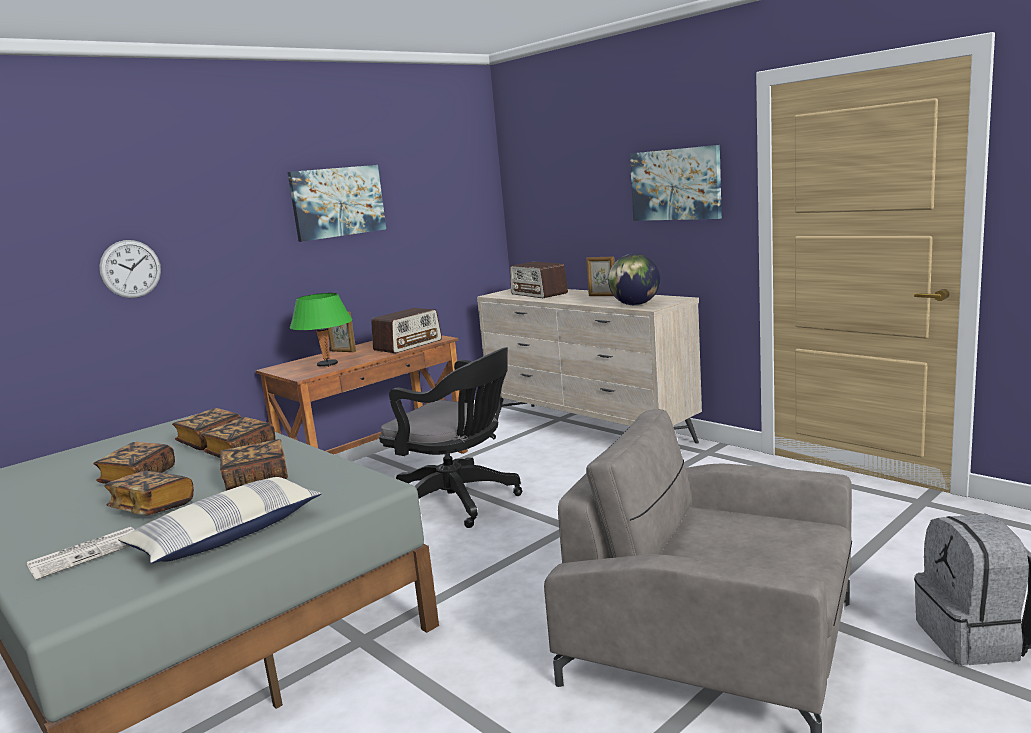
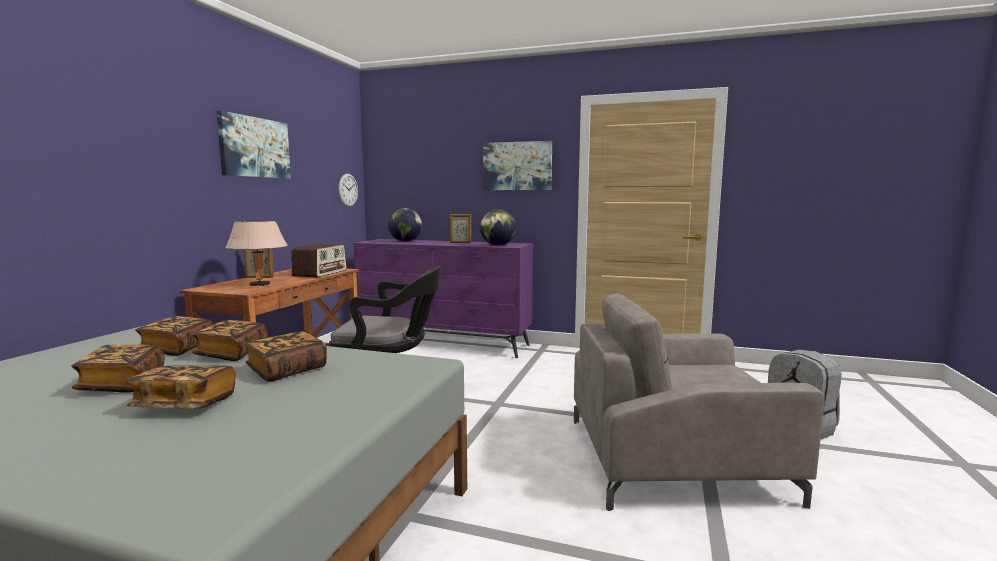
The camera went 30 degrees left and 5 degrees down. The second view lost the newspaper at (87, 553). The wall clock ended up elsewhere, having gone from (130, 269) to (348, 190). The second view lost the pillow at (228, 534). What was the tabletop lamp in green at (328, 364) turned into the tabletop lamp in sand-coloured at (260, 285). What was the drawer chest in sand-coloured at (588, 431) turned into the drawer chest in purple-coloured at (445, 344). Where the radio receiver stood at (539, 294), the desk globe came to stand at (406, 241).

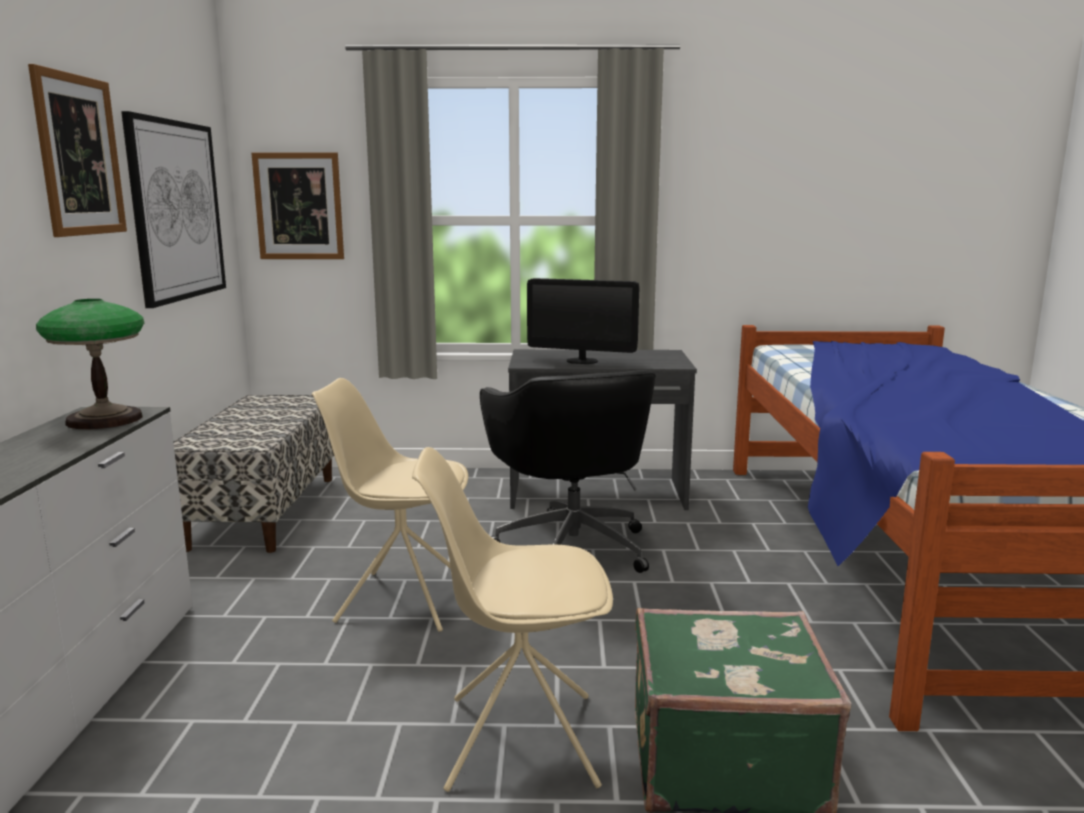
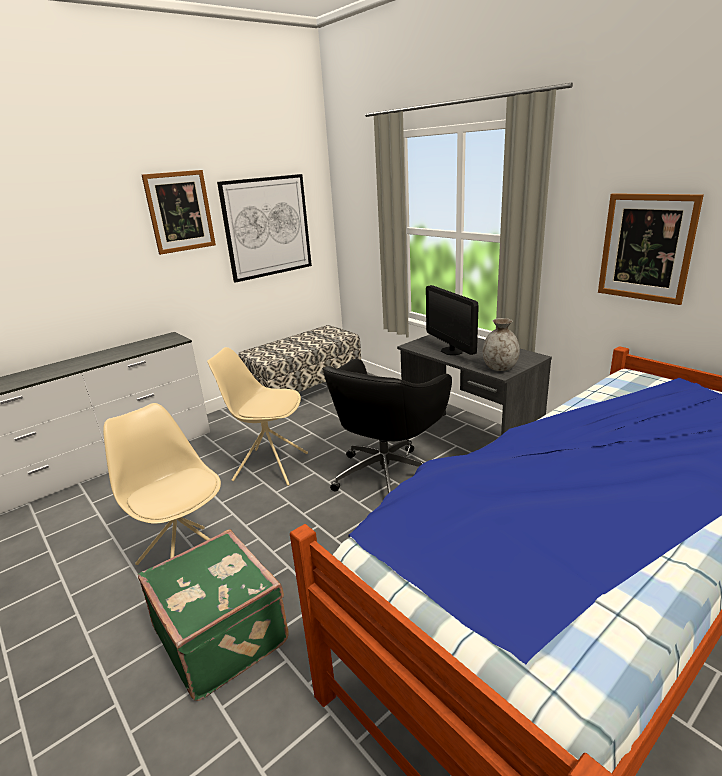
The camera went 50 degrees right and 10 degrees up. The second view lost the tabletop lamp at (105, 419). The picture ended up elsewhere, having gone from (299, 206) to (646, 248). The chair in sand-coloured at (401, 600) ended up facing another way, 45 degrees counterclockwise from before. The second view gained the flower vase in grey at (499, 368).

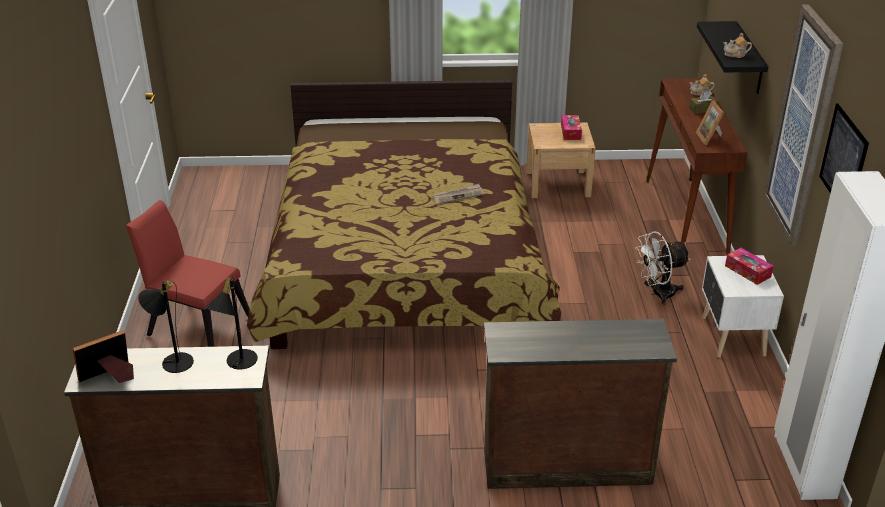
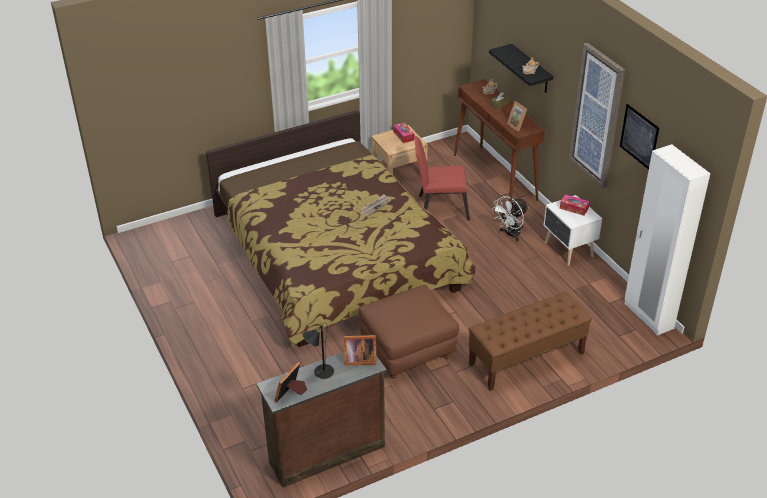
The camera went 25 degrees left and 5 degrees up. The chair in red-coloured ended up elsewhere, having gone from (195, 324) to (439, 207). Where the tabletop lamp in blackish stood at (237, 362), the photo frame came to stand at (358, 359). Where the drawer chest in brown stood at (565, 465), the indoor bench in brown came to stand at (526, 359). The second view gained the ottoman in brown at (408, 350).

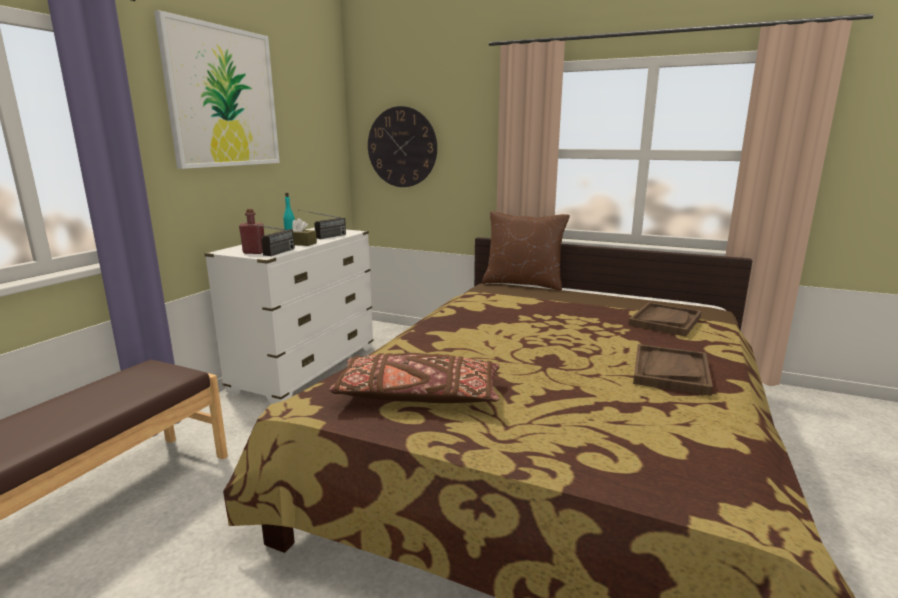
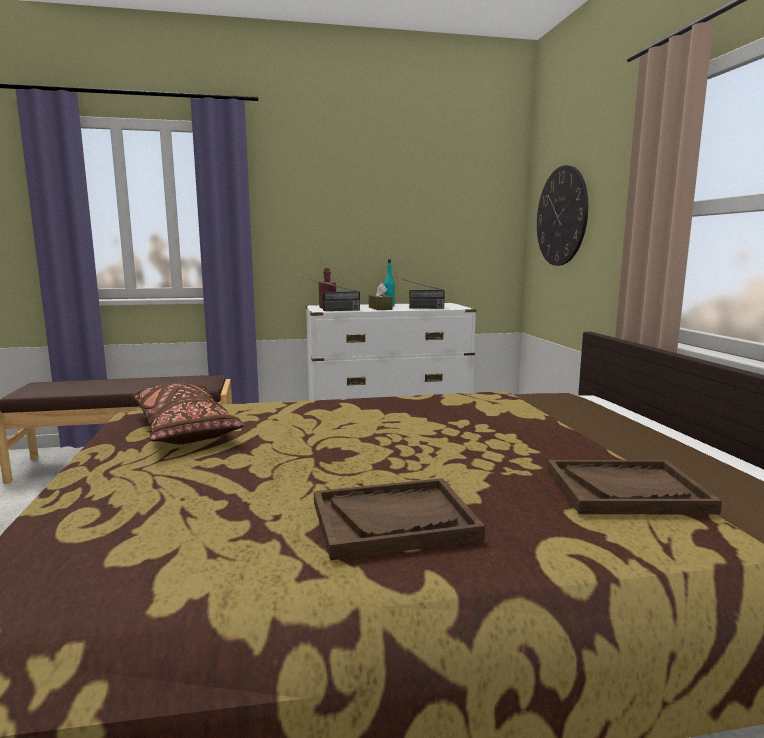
The camera went 55 degrees right and 5 degrees down. The second view lost the picture at (223, 97). The second view lost the pillow in brown at (523, 283).

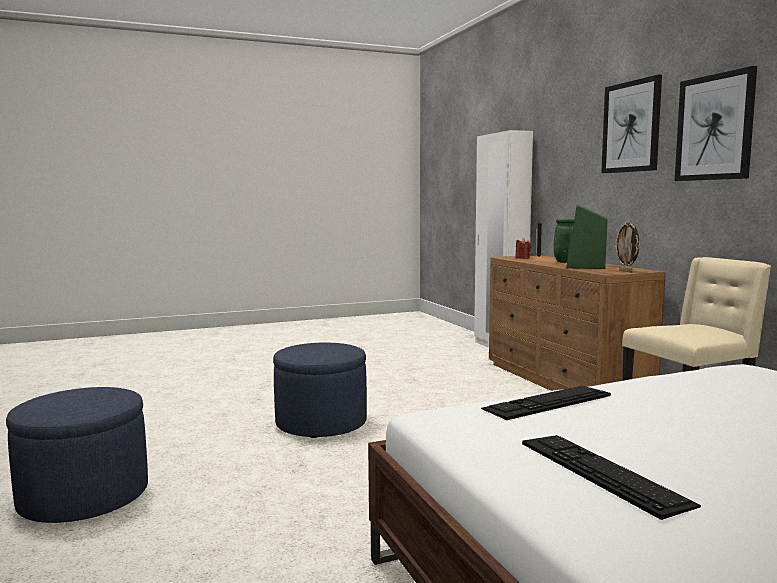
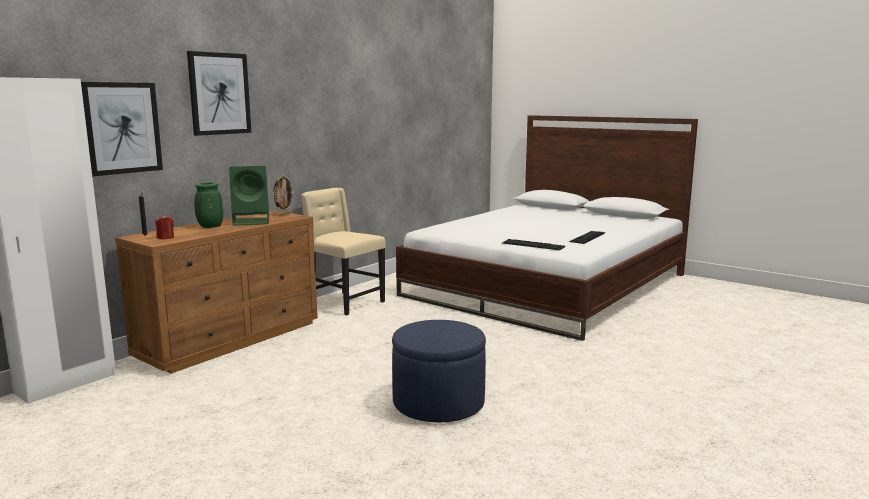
The camera went 120 degrees left and 5 degrees up. The second view lost the ottoman in blue at (84, 496). The picture ended up elsewhere, having gone from (714, 127) to (122, 128).

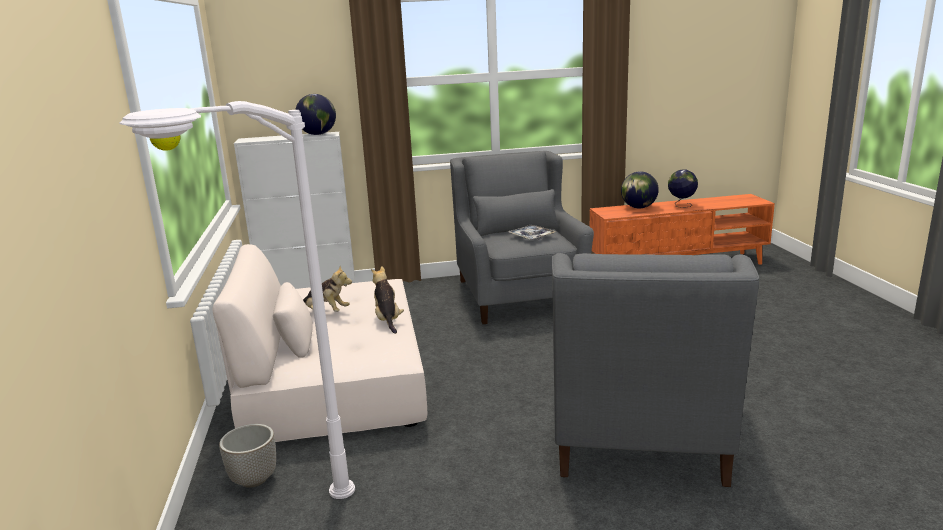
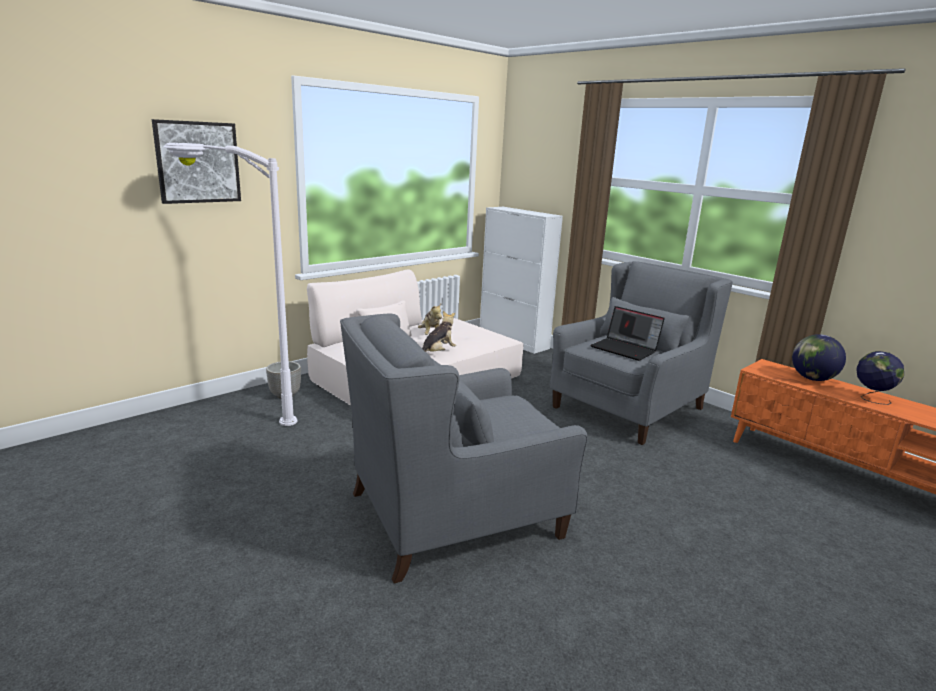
The camera went 55 degrees right and 0 degrees up. The second view lost the desk globe at (318, 134). Where the tray stood at (531, 236), the portable computer came to stand at (625, 349). The second view gained the picture at (198, 162).

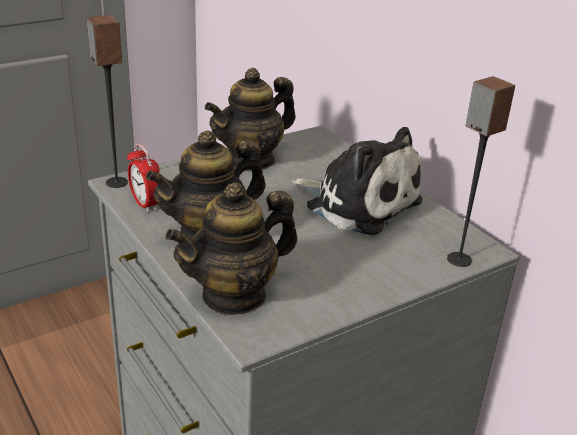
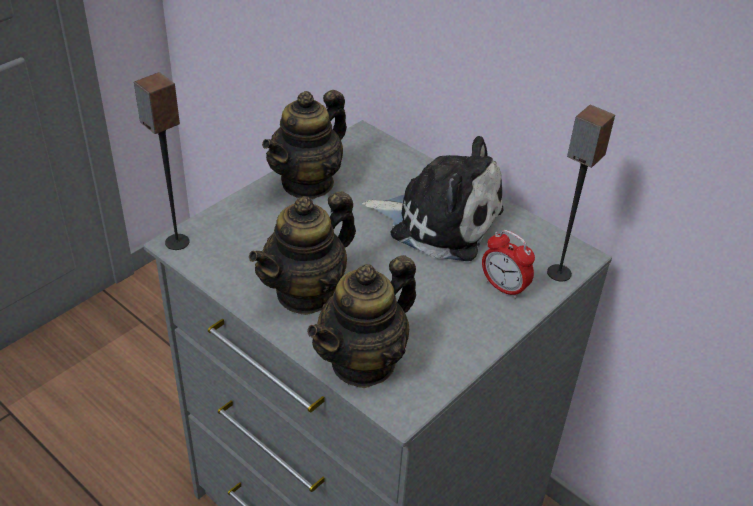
The camera went 15 degrees left and 10 degrees up. The bedside clock ended up elsewhere, having gone from (145, 204) to (504, 288).

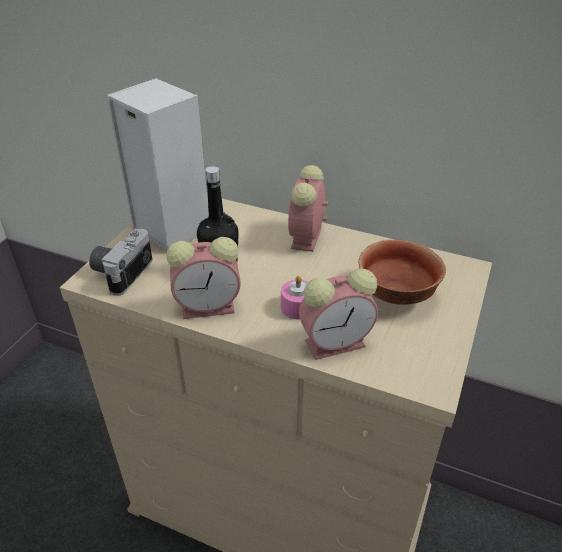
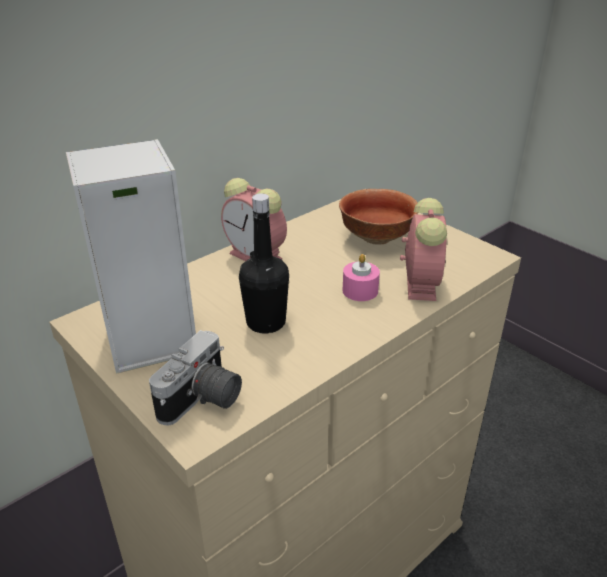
The camera went 65 degrees left and 5 degrees down. The still camera at (121, 272) ended up facing another way, 105 degrees counterclockwise from before. The second view lost the bedside clock at (210, 306).

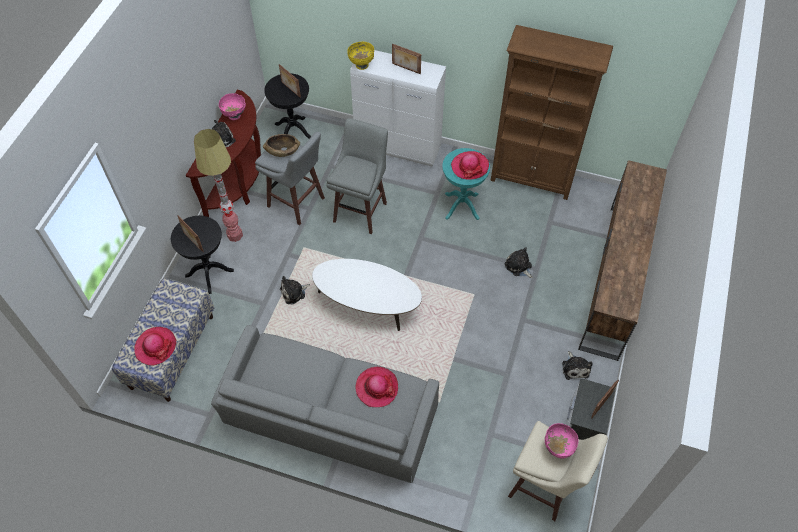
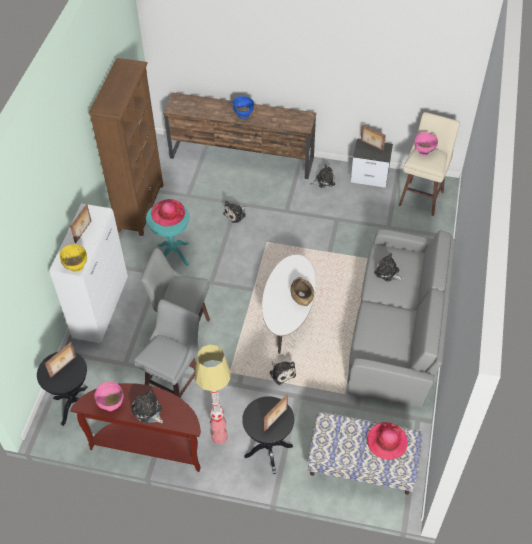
The camera went 95 degrees left and 5 degrees down. The bowl in brown ended up elsewhere, having gone from (282, 150) to (301, 296). Where the hat stood at (376, 388), the soft toy came to stand at (387, 272). The second view gained the bowl in blue at (243, 116).

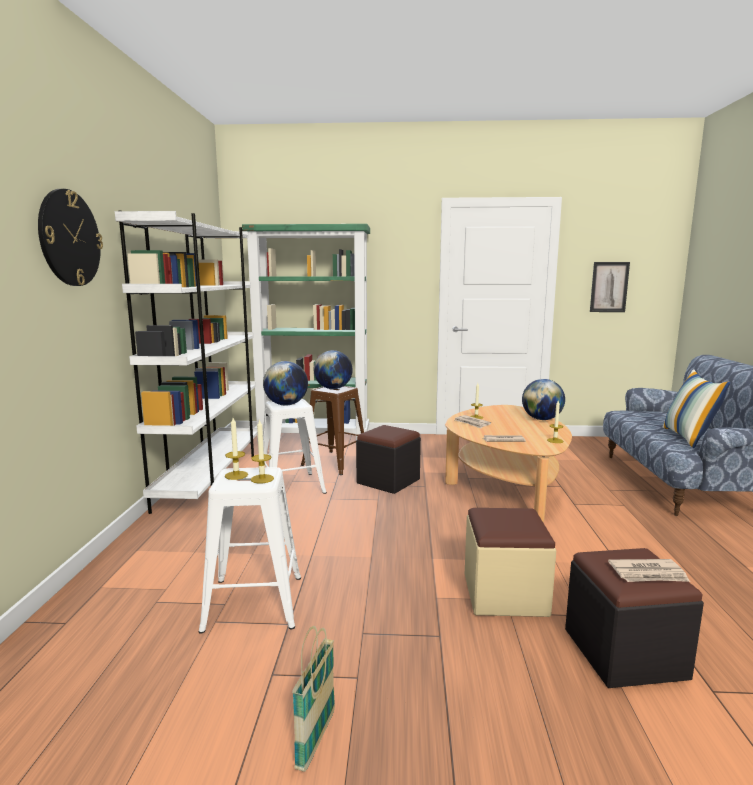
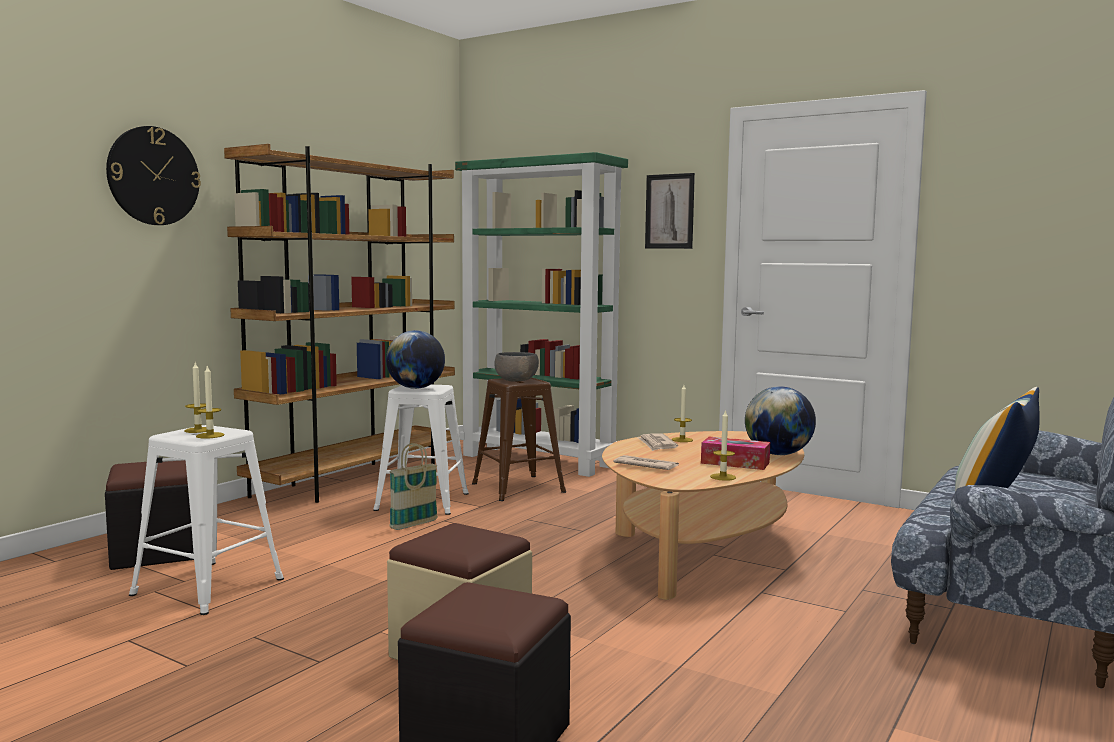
The camera went 30 degrees right and 5 degrees down. What was the shelving unit in white-coloured at (211, 478) turned into the shelving unit in brown at (357, 478). The household basket ended up elsewhere, having gone from (316, 739) to (414, 524). Where the desk globe stood at (333, 388), the bowl in grey came to stand at (516, 380). The ottoman in blackish ended up elsewhere, having gone from (388, 481) to (155, 552). The picture ended up elsewhere, having gone from (609, 287) to (669, 211). The second view lost the newspaper at (648, 574). The second view gained the tissue holder at (735, 463).

